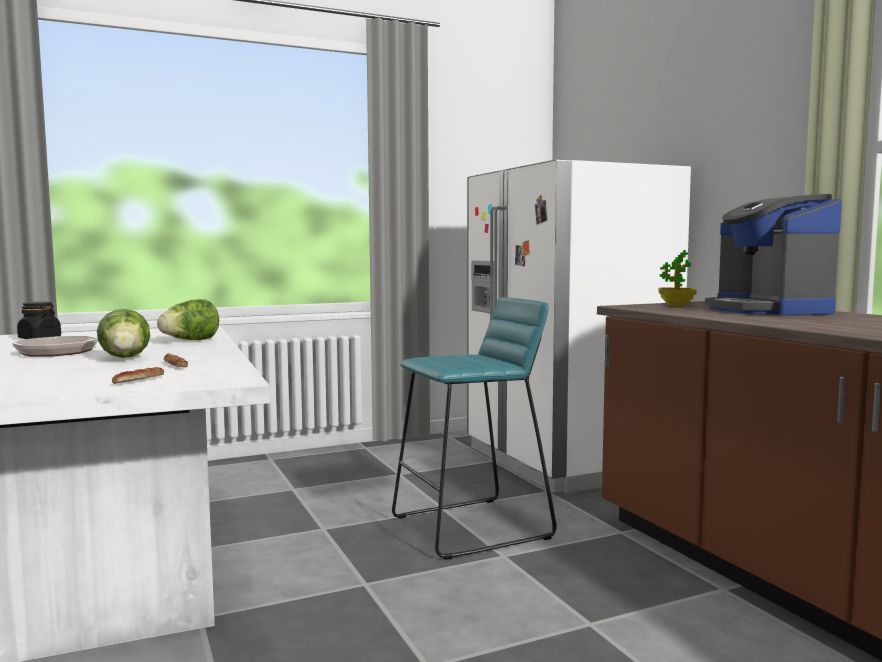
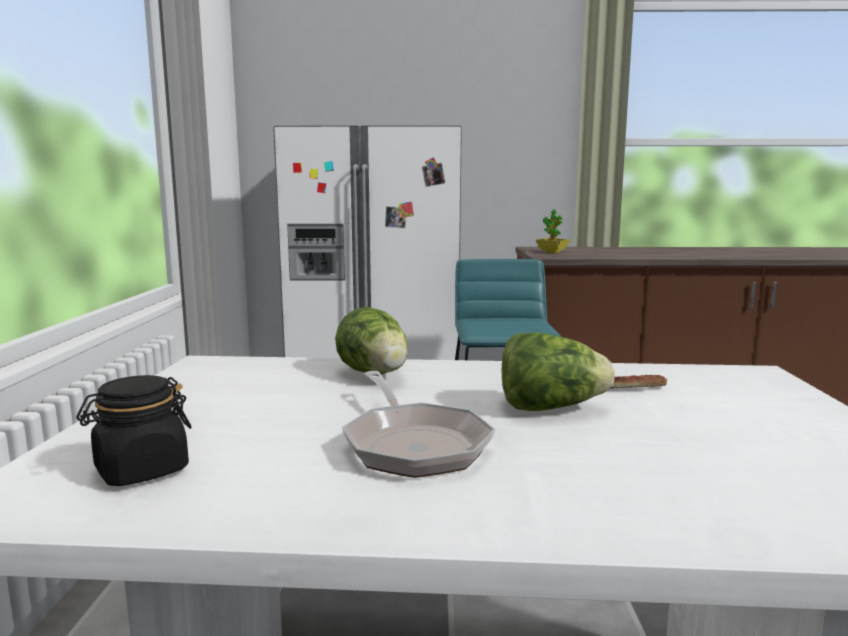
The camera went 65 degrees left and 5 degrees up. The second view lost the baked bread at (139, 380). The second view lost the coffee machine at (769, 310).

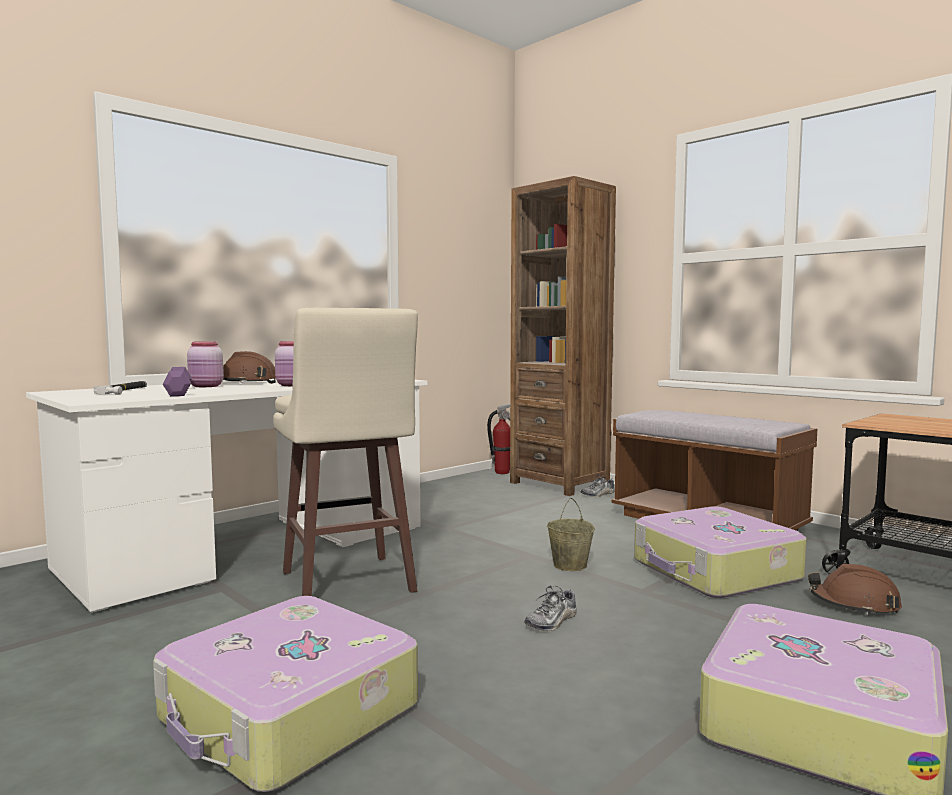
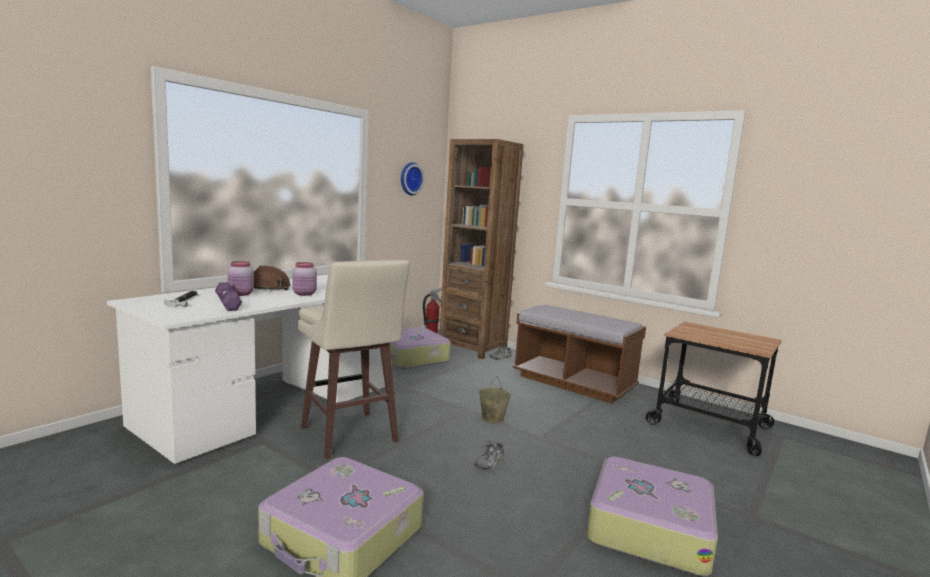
The camera went 10 degrees left and 5 degrees up. The suitcase ended up elsewhere, having gone from (715, 571) to (411, 357). The second view lost the work helmet in brown at (854, 604). The second view gained the wall clock at (410, 178).

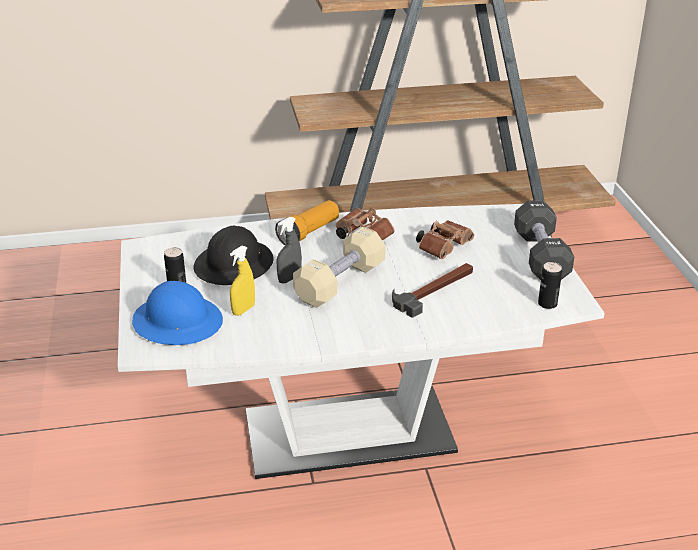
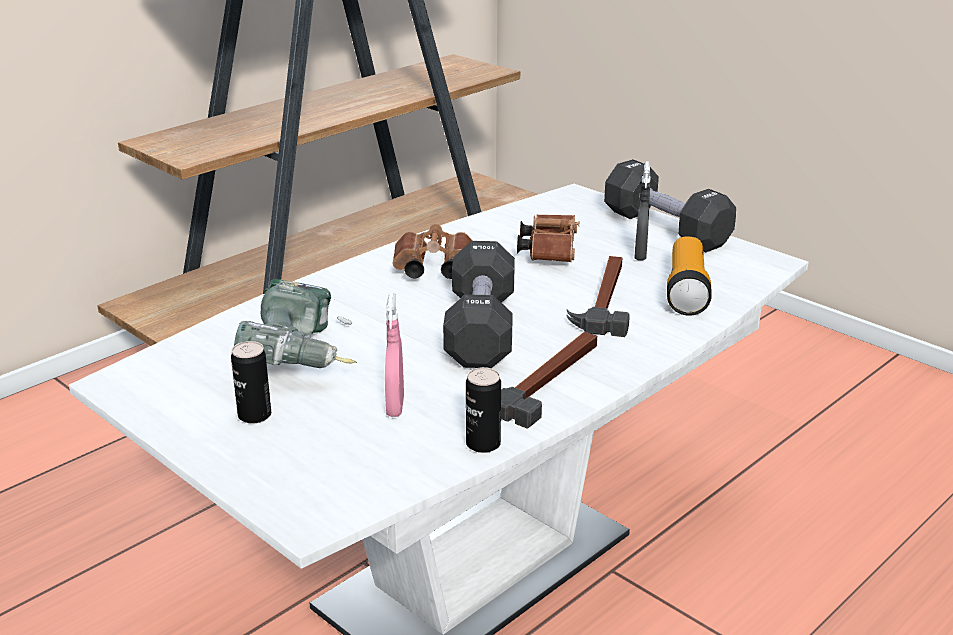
The camera went 35 degrees left and 5 degrees down. The second view lost the work helmet in blue at (178, 322). Where the work helmet in blackish stood at (234, 265), the electric drill came to stand at (303, 357). What was the spray bottle in yellow-coloured at (243, 310) turned into the spray bottle in pinkish at (395, 407). The flashlight ended up elsewhere, having gone from (308, 233) to (686, 291). The spray bottle in grey ended up elsewhere, having gone from (289, 279) to (640, 255). What was the free weight in sand-coloured at (340, 283) turned into the free weight in blackish at (480, 329). The can ended up elsewhere, having gone from (547, 304) to (483, 444). The second view gained the hand hammer at (546, 380).

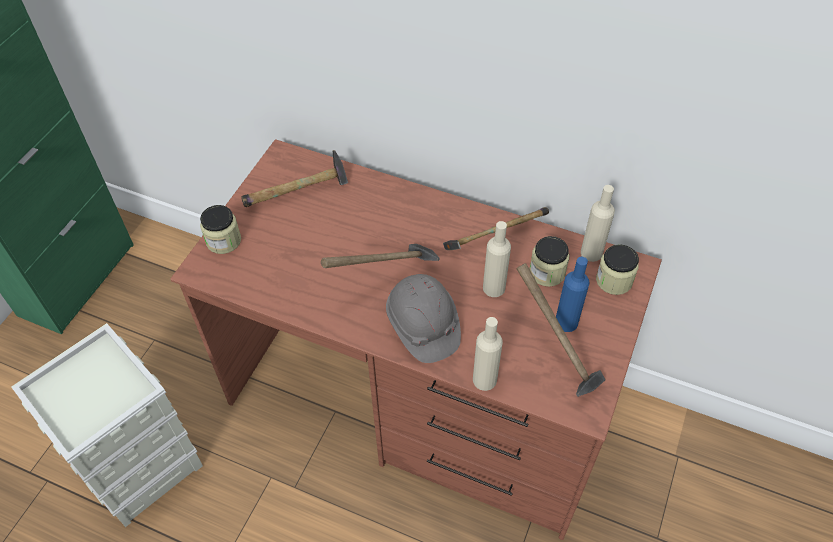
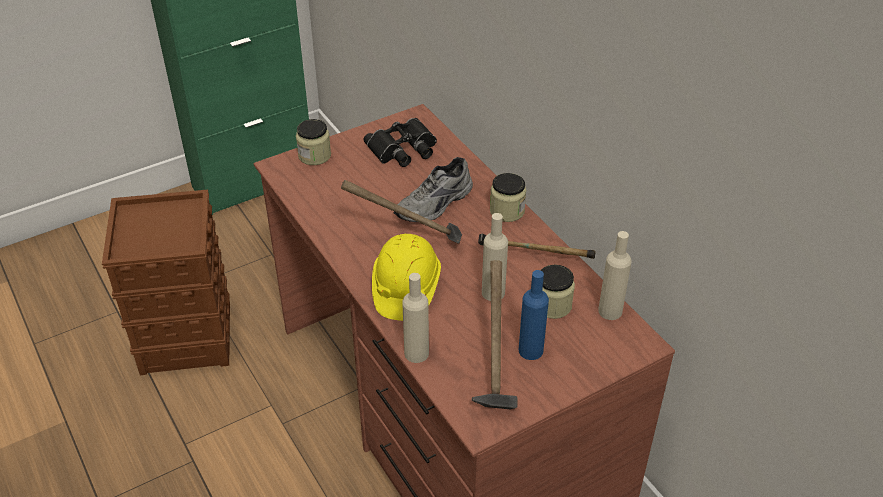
The camera went 35 degrees right and 10 degrees down. What was the storage bin in grey at (140, 463) turned into the storage bin in brown at (187, 336). Where the hand hammer stood at (299, 193), the pair of binoculars in blackish came to stand at (403, 149). What was the work helmet in grey at (423, 326) turned into the work helmet in yellow-coloured at (405, 289). The storage jar ended up elsewhere, having gone from (614, 280) to (507, 211). The second view gained the shoe in grey at (435, 204).

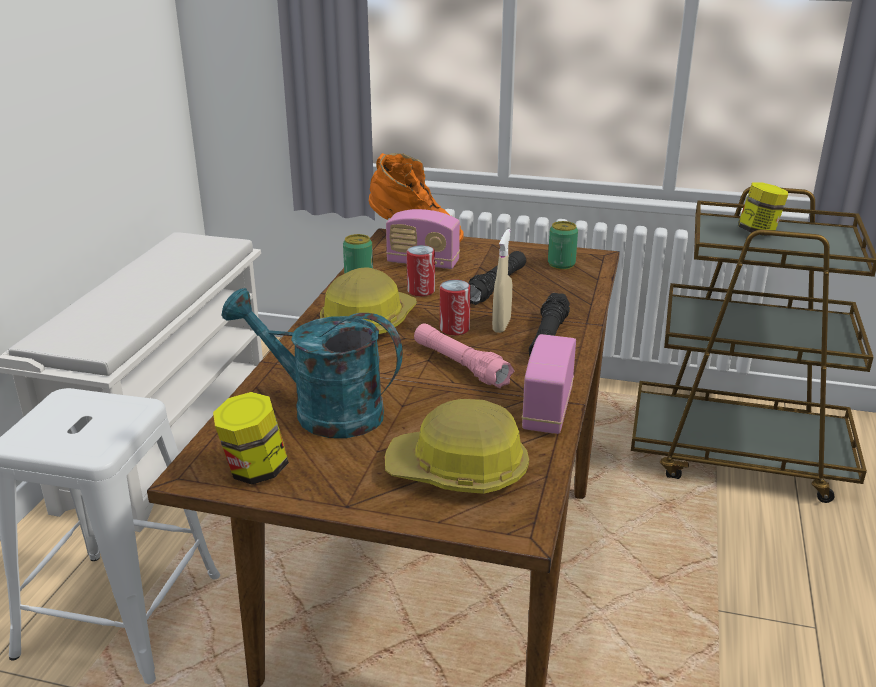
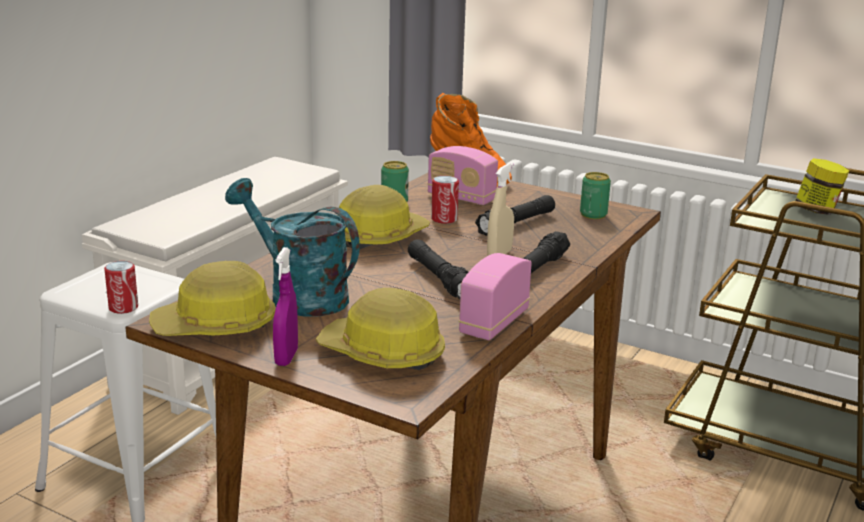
The camera went 15 degrees right and 5 degrees down. Where the storage jar stood at (255, 470), the work helmet came to stand at (216, 327). What was the flashlight in pinkish at (460, 365) turned into the flashlight in blackish at (440, 279). The can ended up elsewhere, having gone from (454, 329) to (123, 307). The second view gained the spray bottle in purple-coloured at (286, 358).

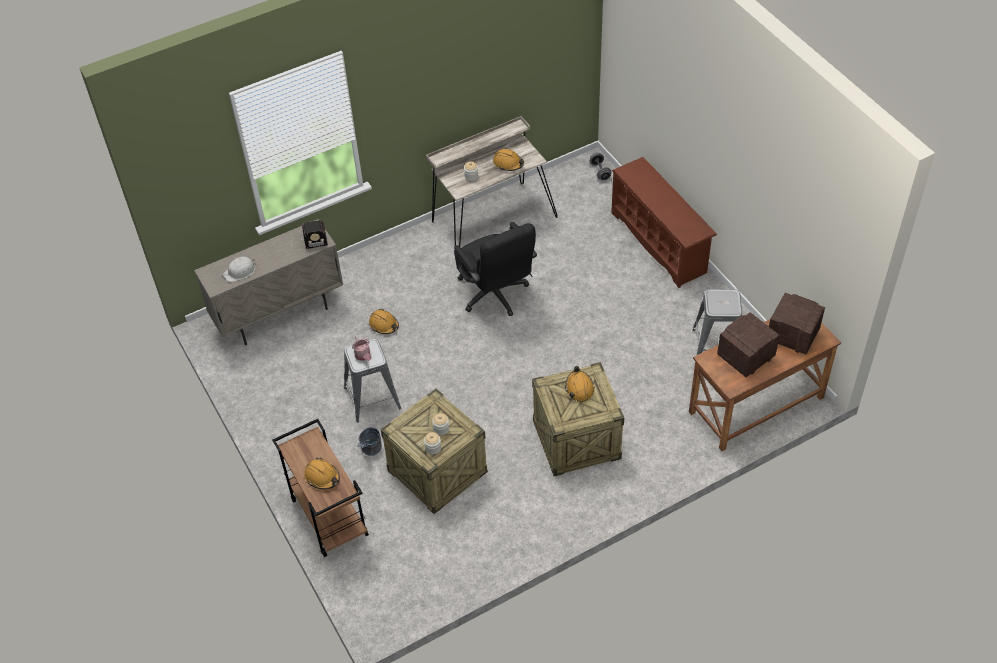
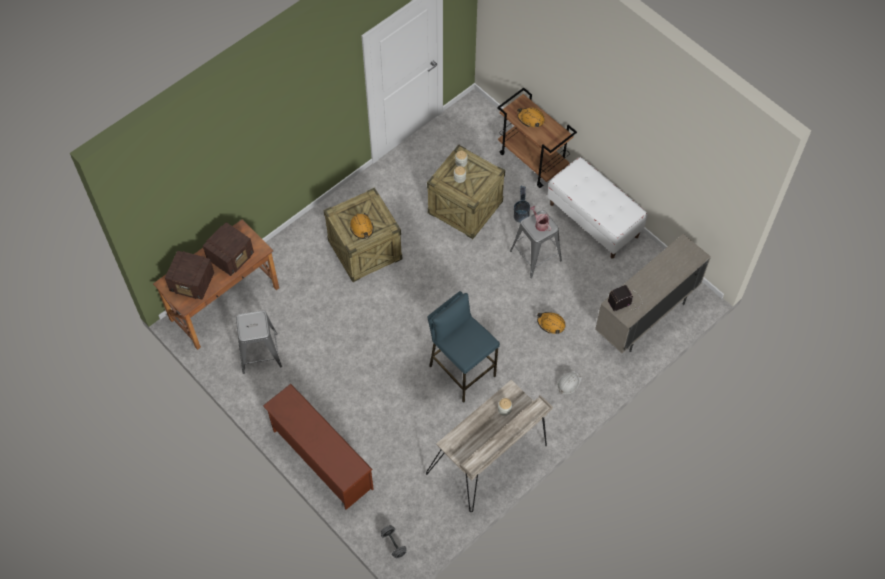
The camera went 165 degrees right and 10 degrees up. The work helmet in white-coloured ended up elsewhere, having gone from (240, 271) to (569, 383). Where the computer chair in blackish stood at (496, 296), the stool seat in blue came to stand at (462, 371). The second view lost the work helmet in orange-coloured at (508, 163). The second view gained the indoor bench in white-coloured at (594, 220).

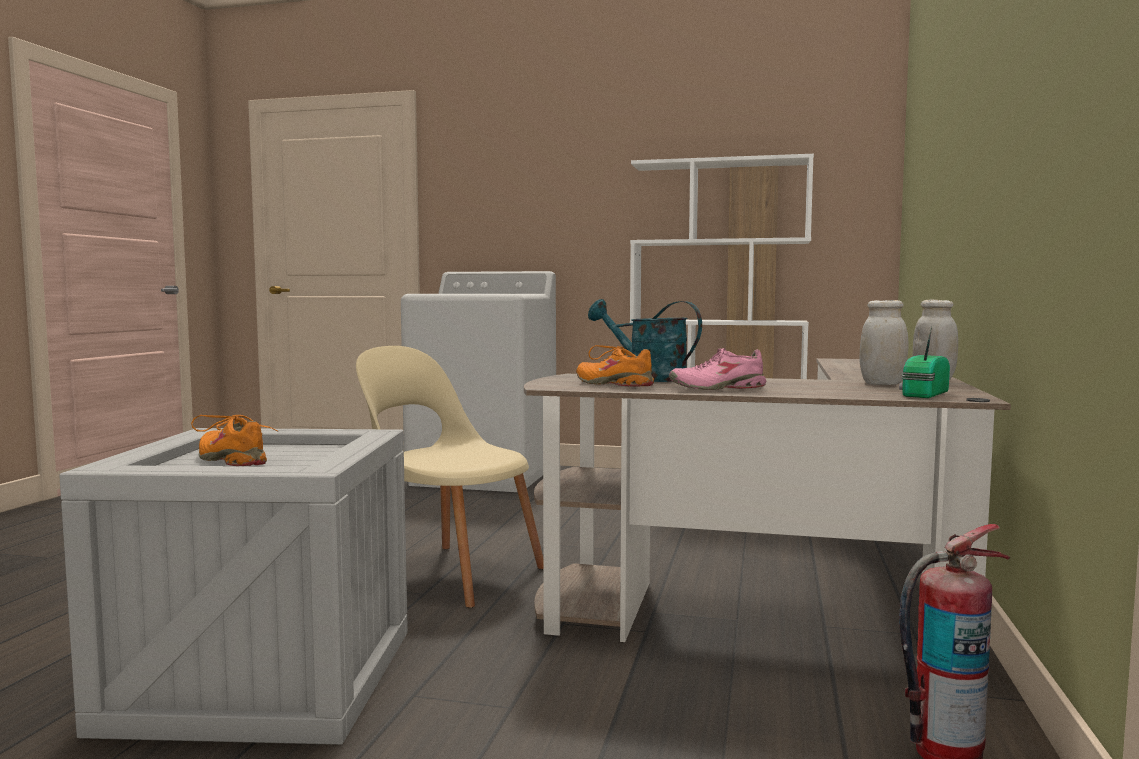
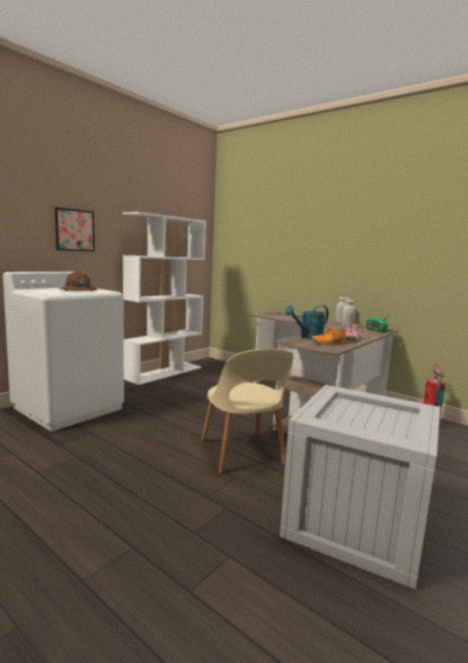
The camera went 65 degrees left and 5 degrees up. The second view lost the shoe in orange-coloured at (233, 460). The chair in sand-coloured at (449, 573) ended up facing another way, 75 degrees counterclockwise from before. The second view gained the picture at (75, 230). The second view gained the work helmet in brown at (78, 290).

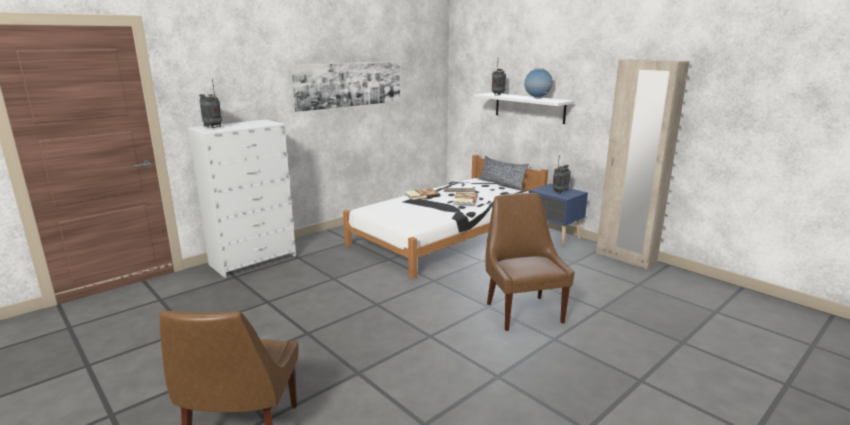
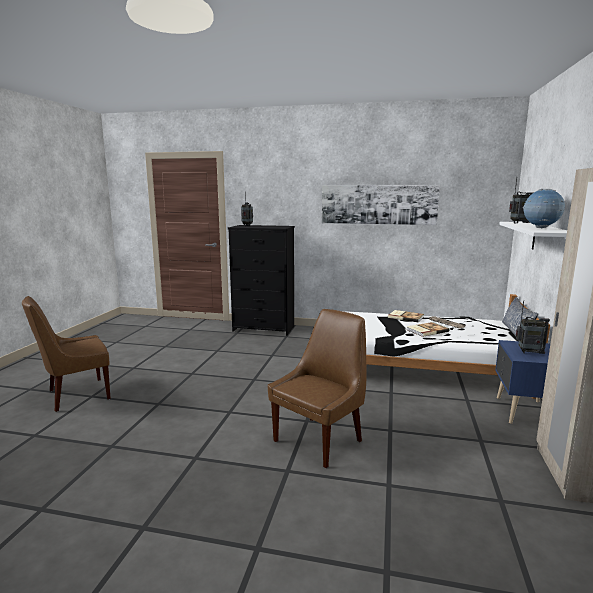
The camera went 55 degrees right and 5 degrees down. What was the drawer chest in white-coloured at (254, 260) turned into the drawer chest in blackish at (264, 329).

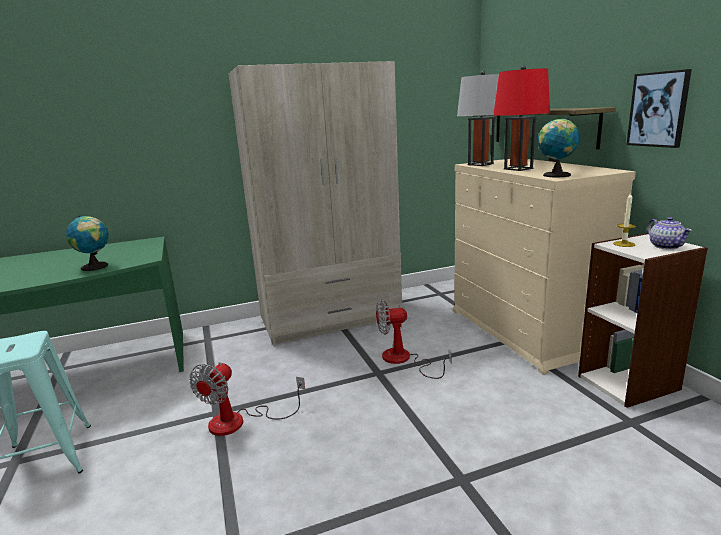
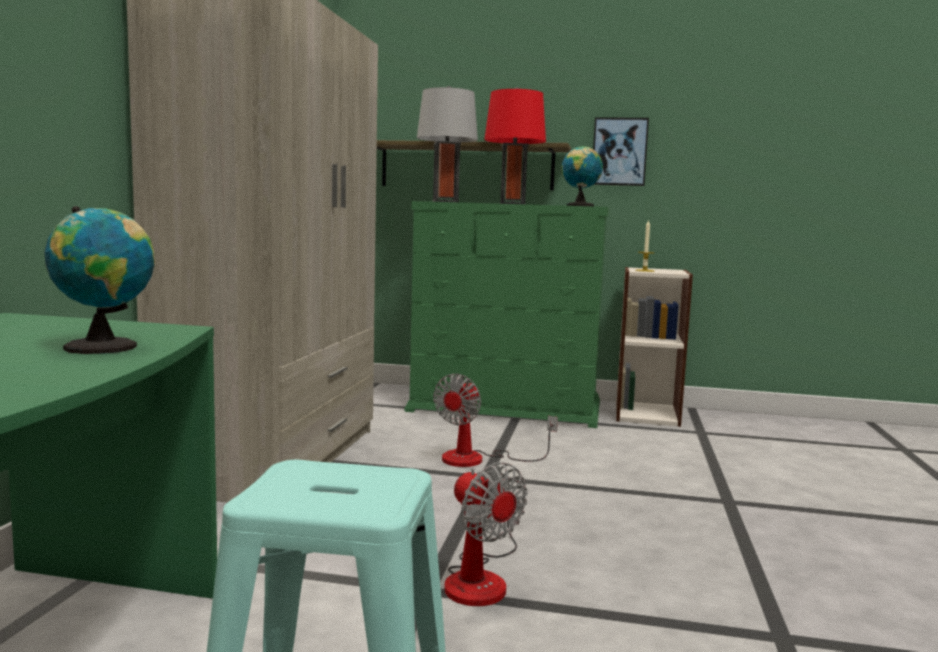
The camera went 60 degrees left and 10 degrees down. What was the drawer chest in sand-coloured at (525, 330) turned into the drawer chest in green at (507, 407). The second view lost the pot for tea at (666, 246).

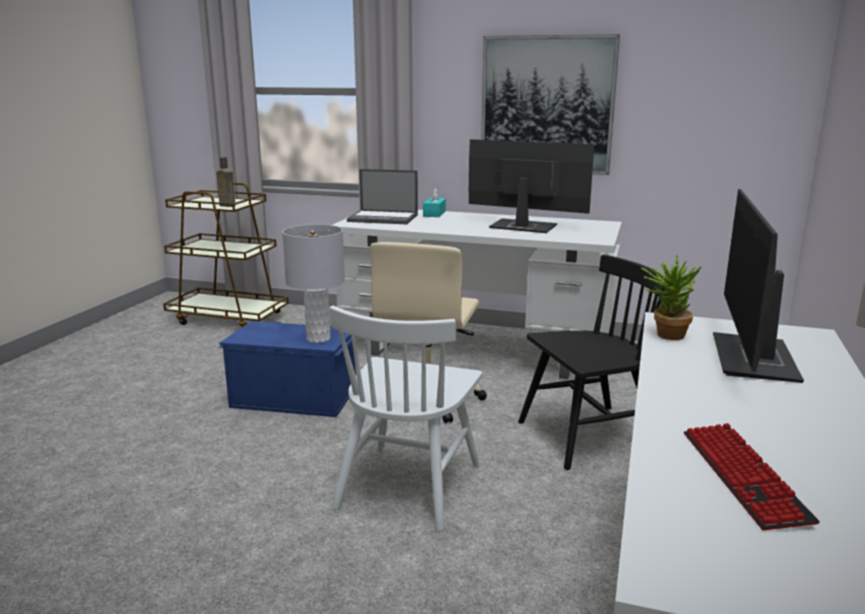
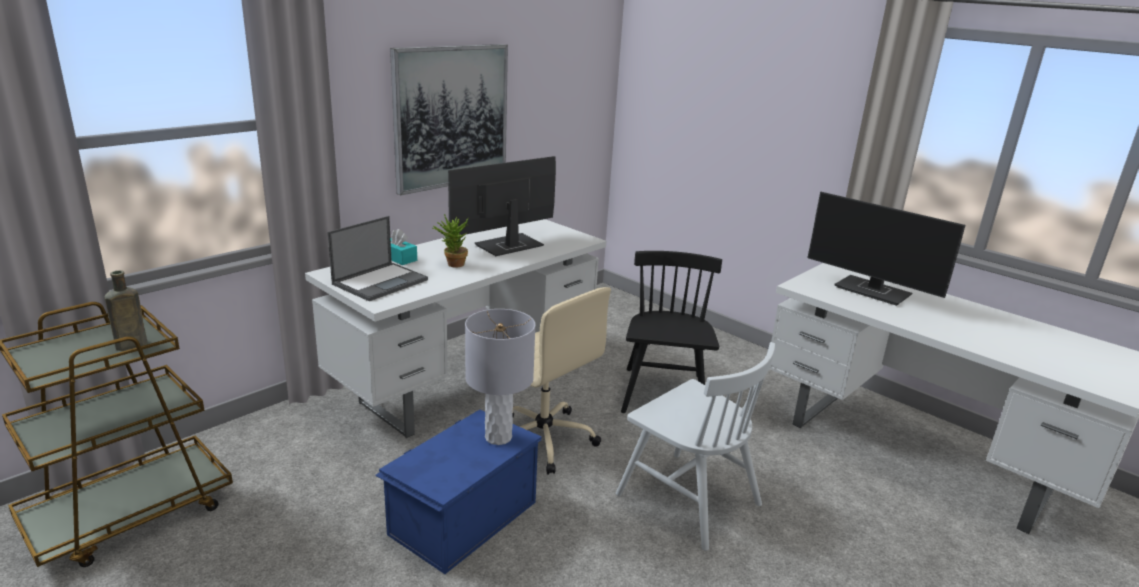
The camera went 65 degrees left and 5 degrees up. The potted plant ended up elsewhere, having gone from (665, 334) to (452, 265). The second view lost the PC keyboard at (743, 476).

